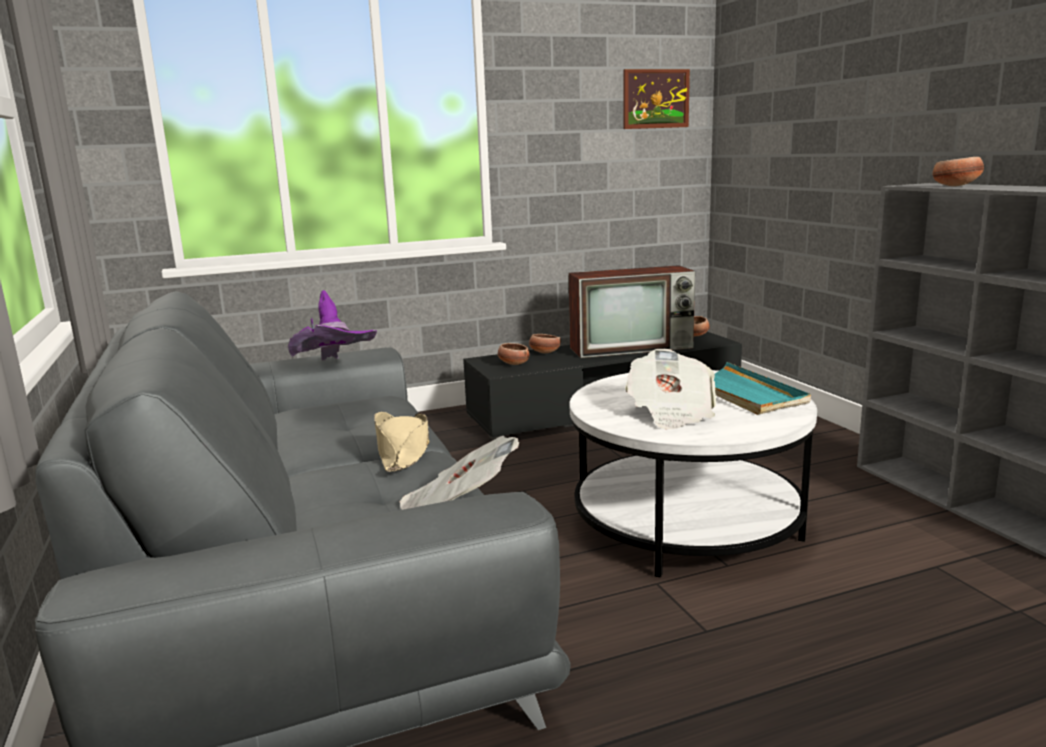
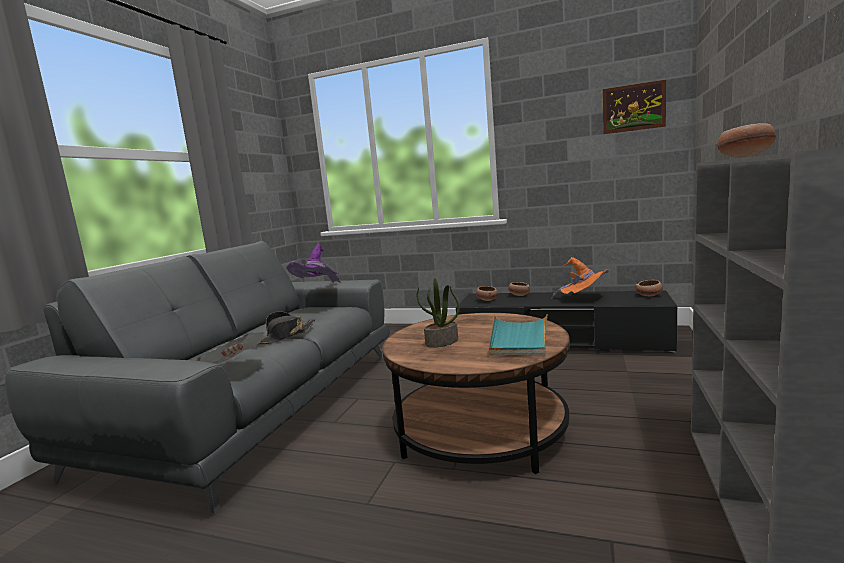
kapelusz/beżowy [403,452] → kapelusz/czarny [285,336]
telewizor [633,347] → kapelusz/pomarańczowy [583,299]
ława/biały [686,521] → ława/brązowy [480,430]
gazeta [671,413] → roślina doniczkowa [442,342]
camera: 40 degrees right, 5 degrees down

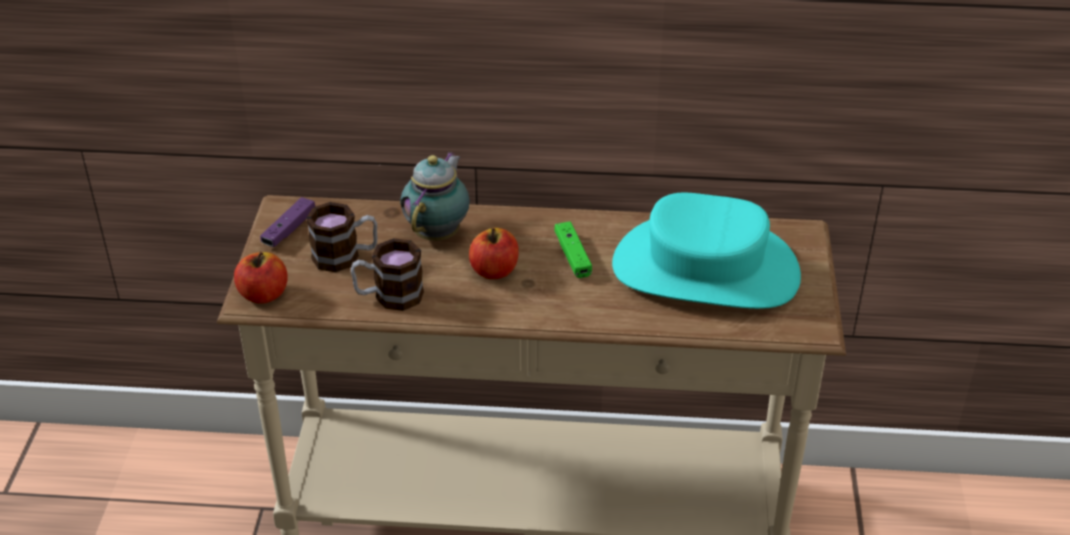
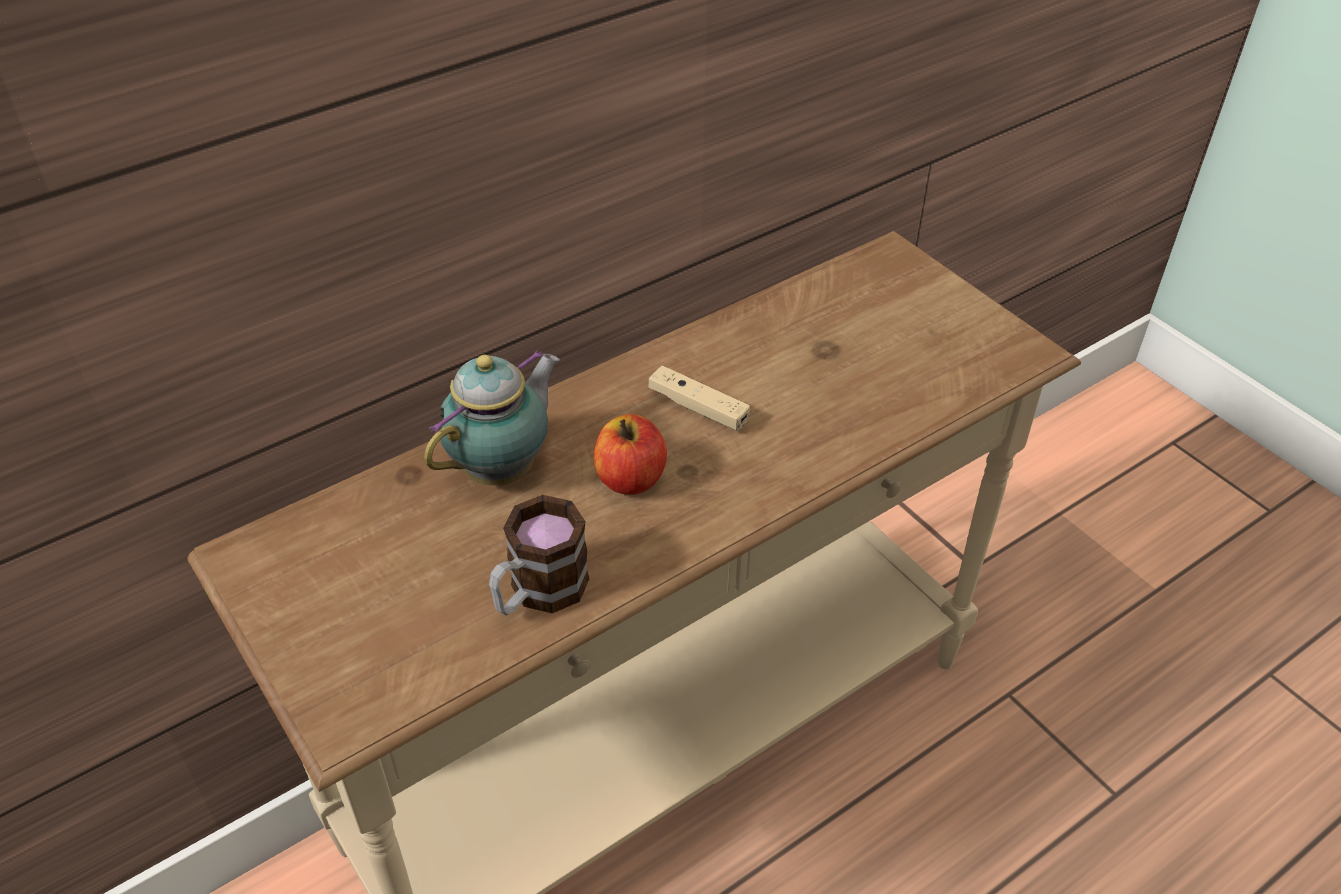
jabłko [263,294] → -
pad do gier/fioletowy [289,229] → -
kubek [345,256] → -
imbryk [439,233] → imbryk [504,468], 60 degrees clockwise
pad do gier/zielony [572,256] → pad do gier/beżowy [698,408]
kapelusz/turkusowy [705,270] → -
camera: 40 degrees left, 5 degrees up

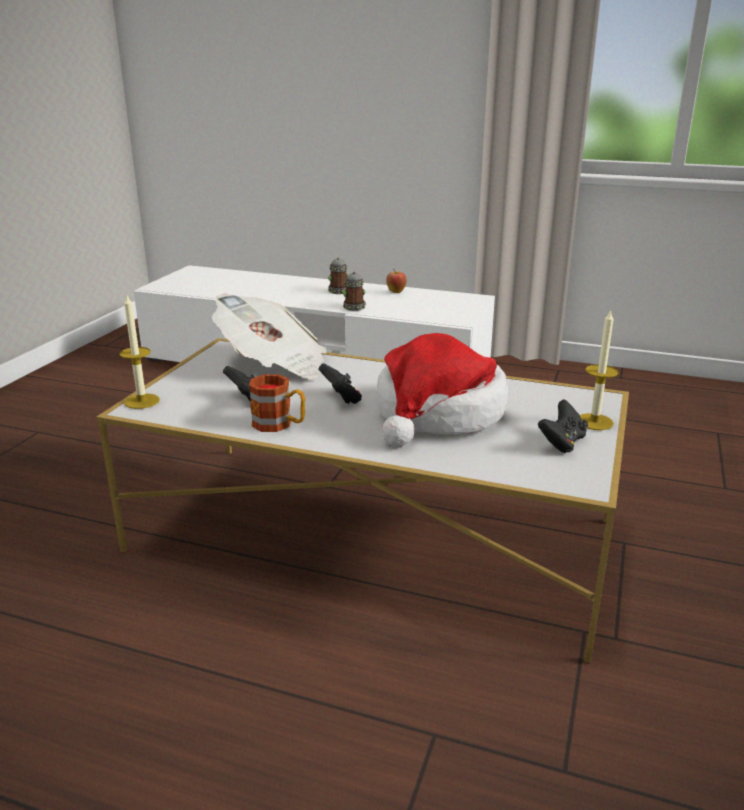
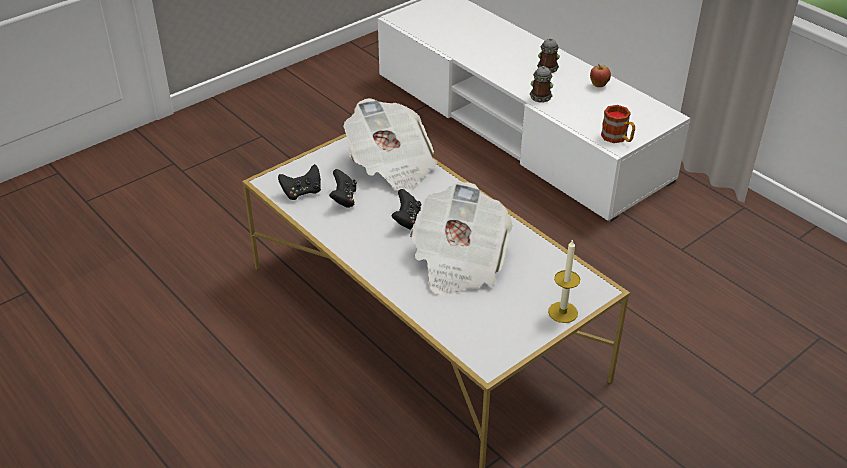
świeca [142,401] → -
kubek [279,424] → kubek [617,138], relocated
kapelusz [438,414] → gazeta [458,261]
pad do gier/czarny [562,443] → pad do gier/czarny [302,192], relocated
camera: 30 degrees right, 15 degrees up

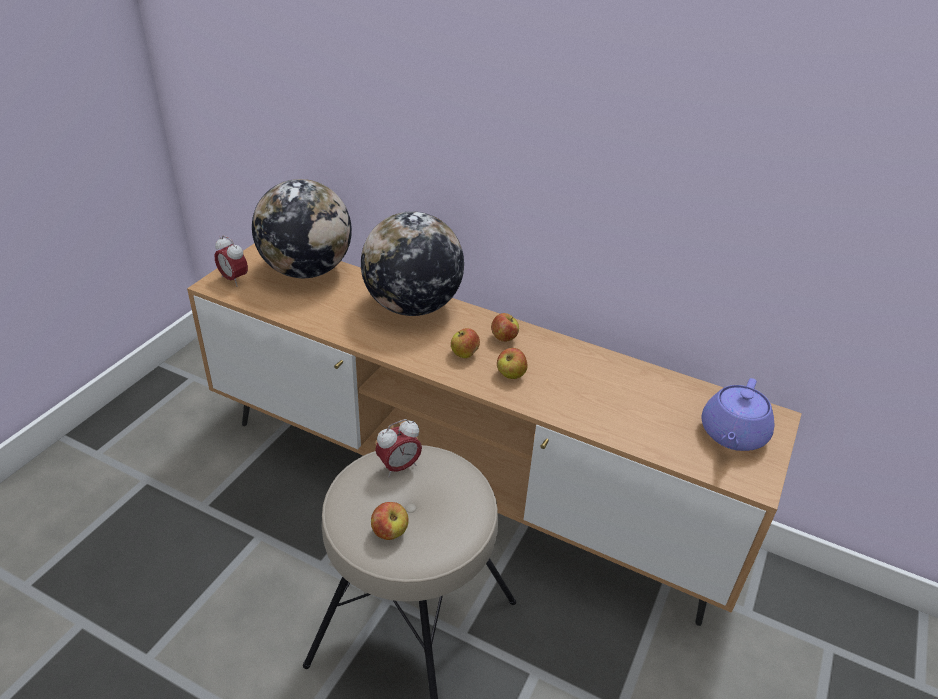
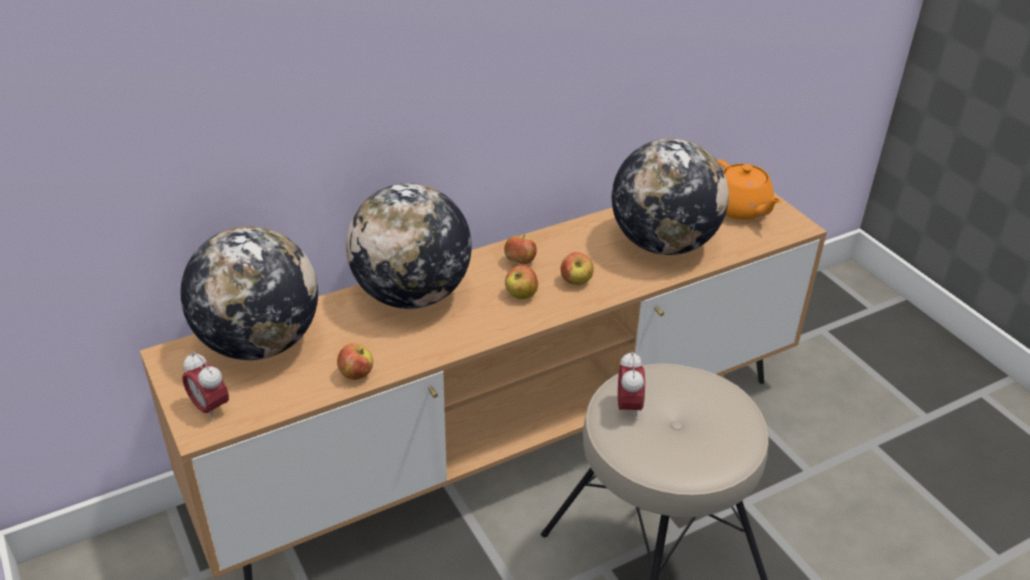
budzik [233,279] → budzik [210,408], 60 degrees clockwise
jabłko [390,532] → jabłko [356,374], relocated
imbryk/fioletowy [732,435] → imbryk/pomarańczowy [741,209]
- → globus [663,244]
camera: 55 degrees left, 0 degrees up

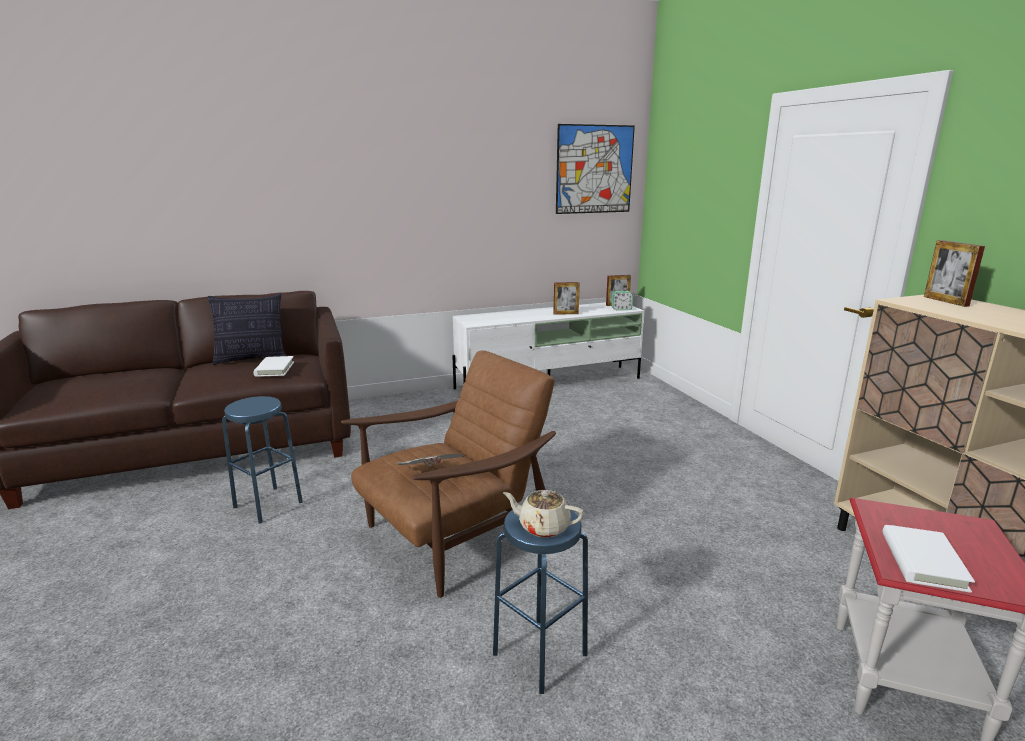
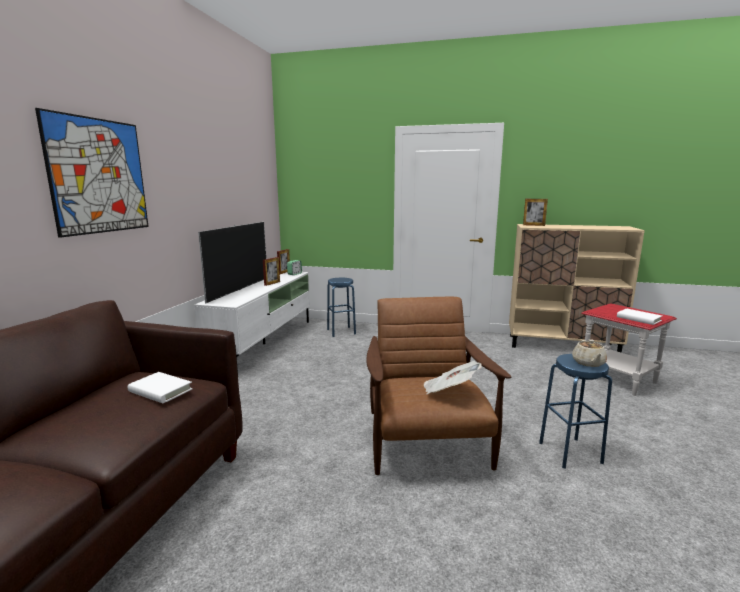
poduszka [252,359] → -
stołek/niebieski [268,504] → stołek/niebieski [341,331], relocated
imbryk/beżowy [543,527] → imbryk/beżowy [588,363], 45 degrees counterclockwise
obraz [594,169] → obraz [99,176], relocated
- → telewizor [239,289]
camera: 55 degrees left, 5 degrees down

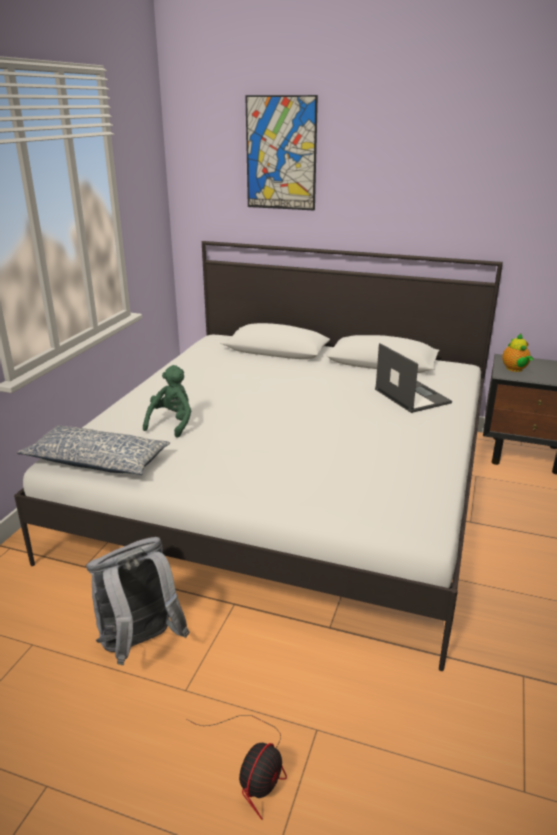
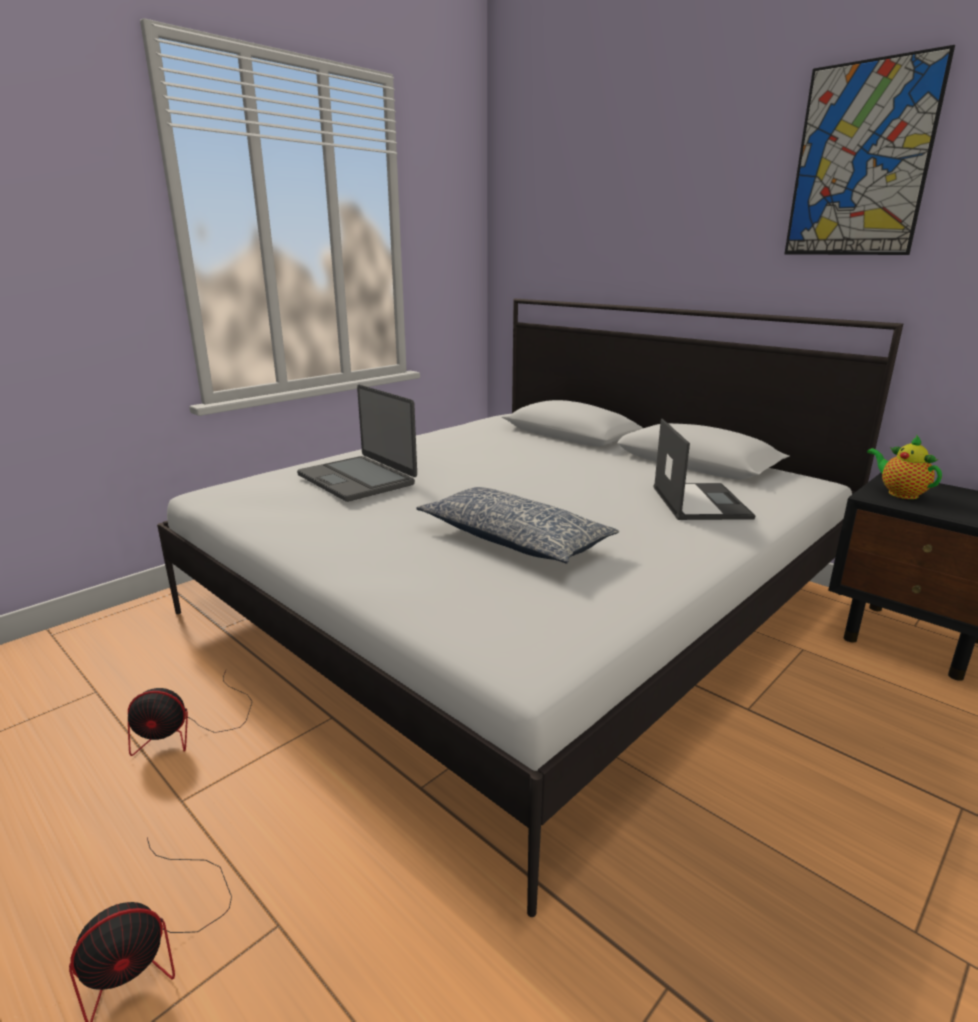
poduszka [97,461] → poduszka [513,540], relocated
plecak/szary [140,645] → wentylator [189,729]
pluszak/zielony [172,423] → laptop [358,479]
obraz [281,153] → obraz [861,161], relocated
imbryk [515,369] → imbryk [899,493], 135 degrees clockwise
camera: 25 degrees right, 5 degrees down

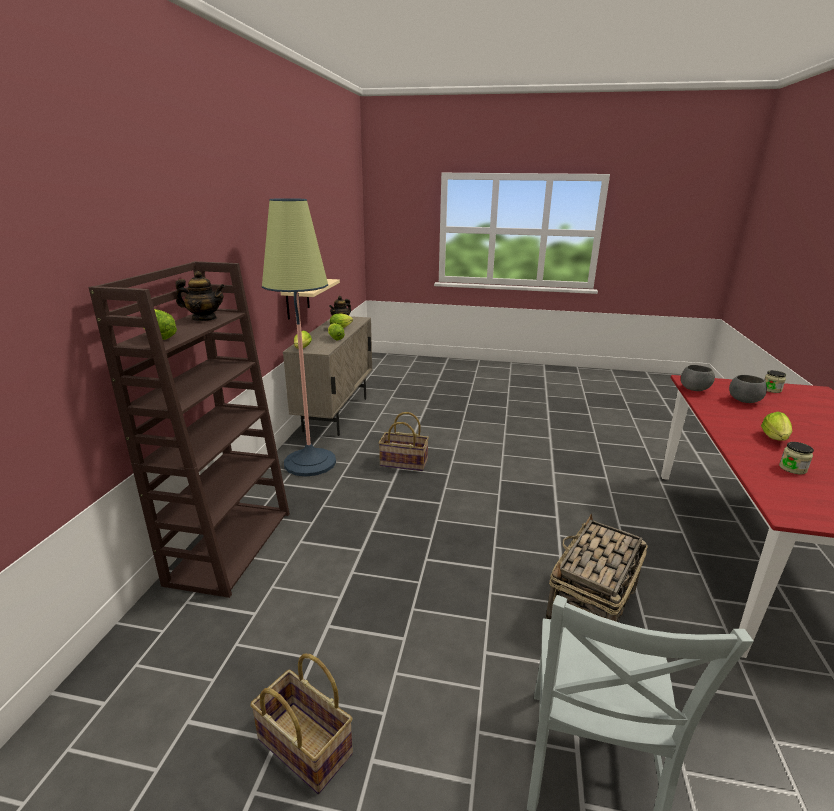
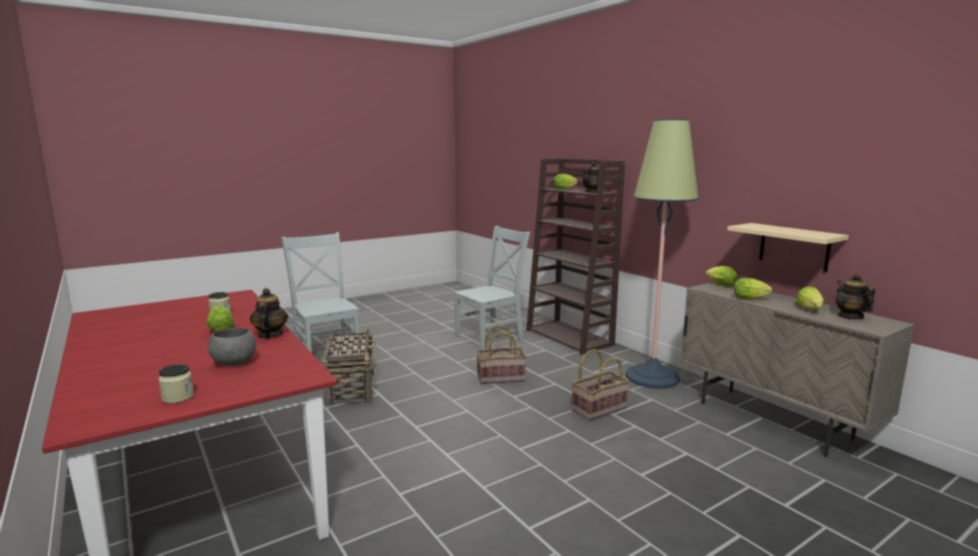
koszyk [303,747] → koszyk [501,377], relocated
miska/szary [694,390] → -
- → imbryk [270,335]
- → krzesło/szary [491,336]
camera: 135 degrees right, 10 degrees down

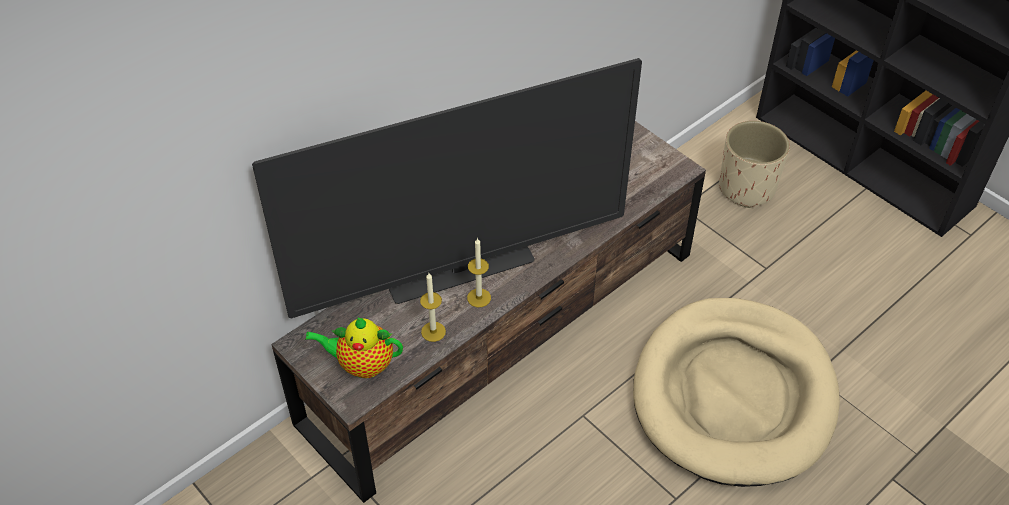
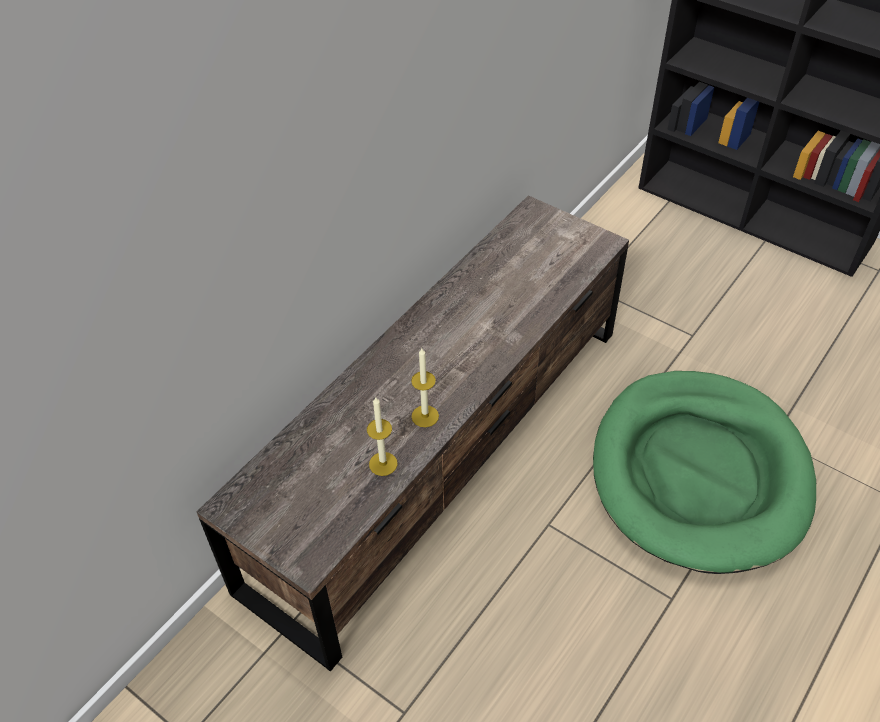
telewizor [461,273] → -
imbryk [362,364] → -
legowisko/beżowy [734,395] → legowisko/zielony [699,473]
donica/beżowy [746,188] → -
camera: 10 degrees left, 0 degrees up

